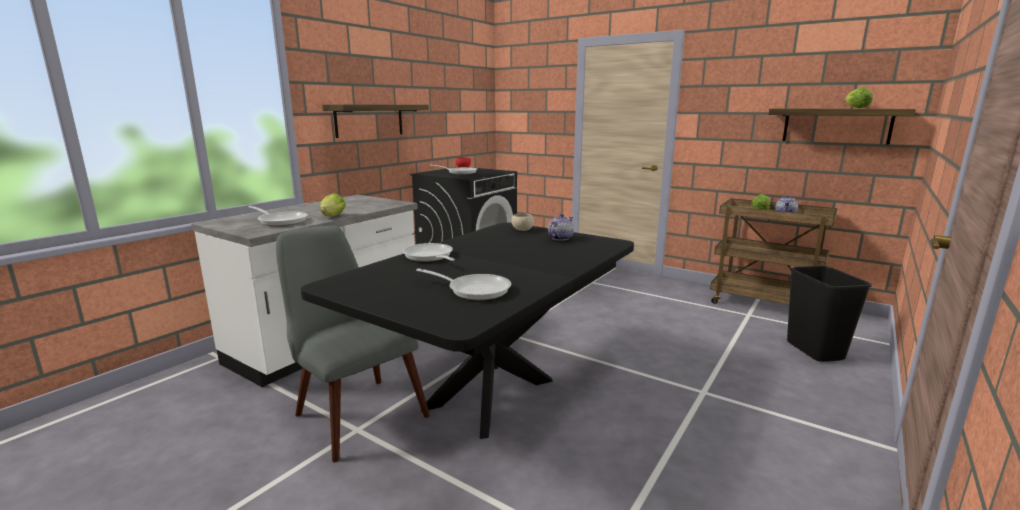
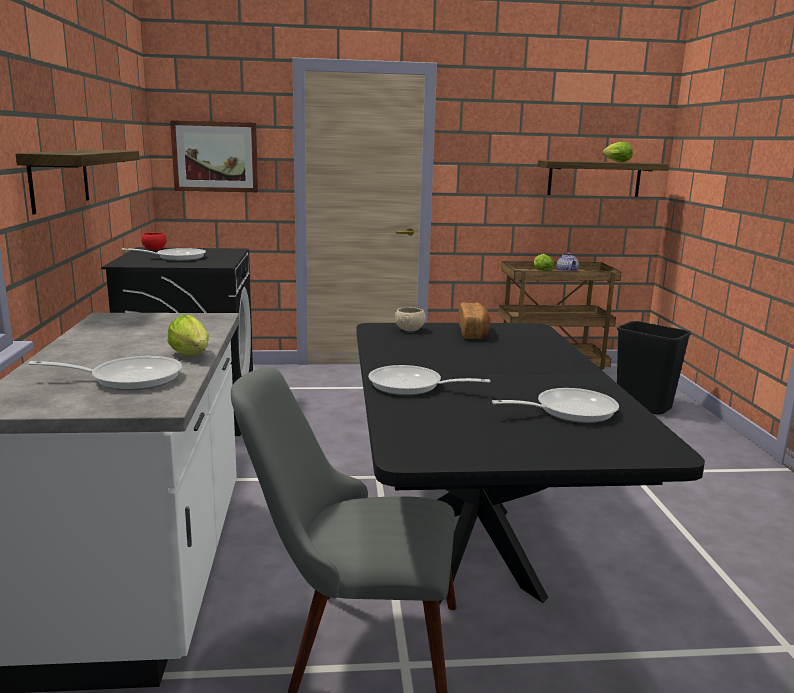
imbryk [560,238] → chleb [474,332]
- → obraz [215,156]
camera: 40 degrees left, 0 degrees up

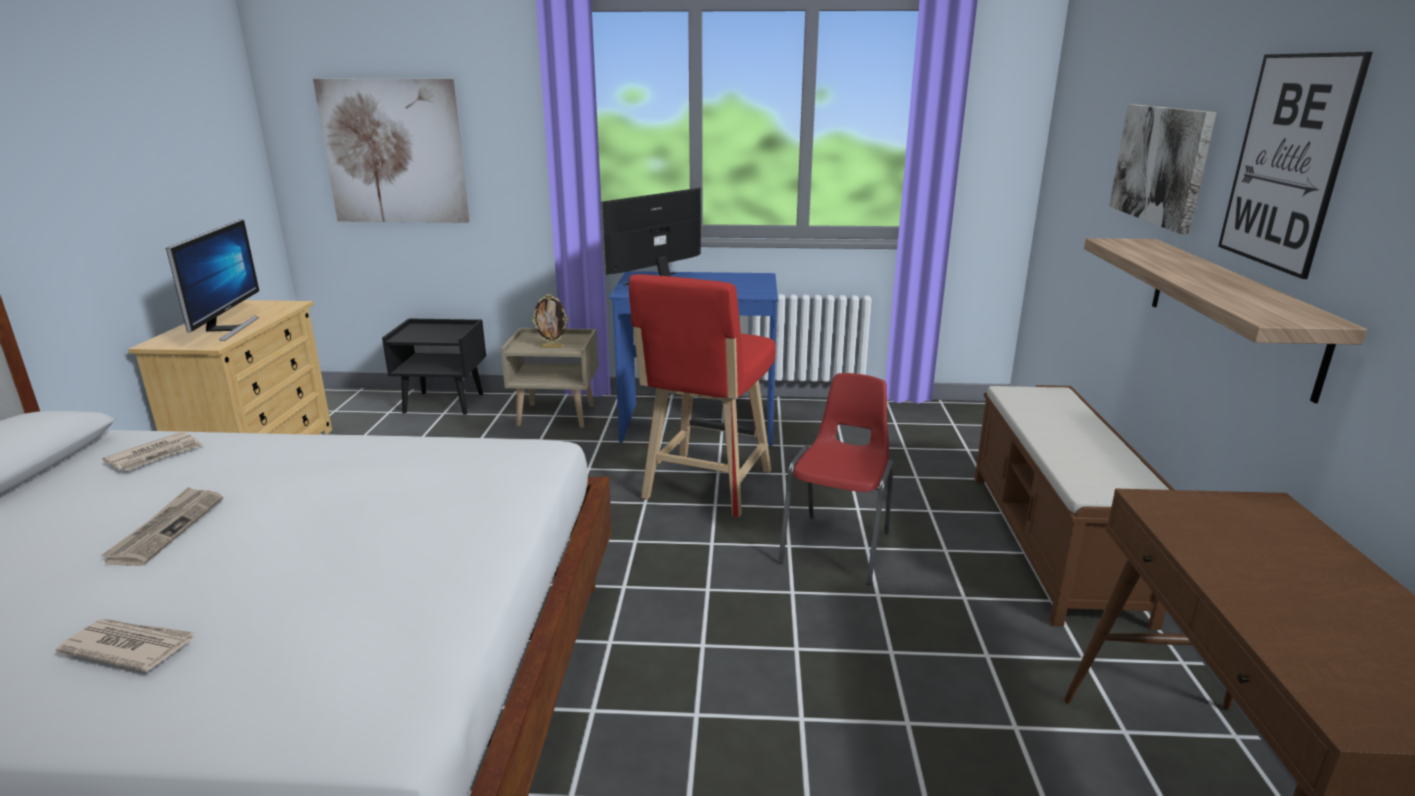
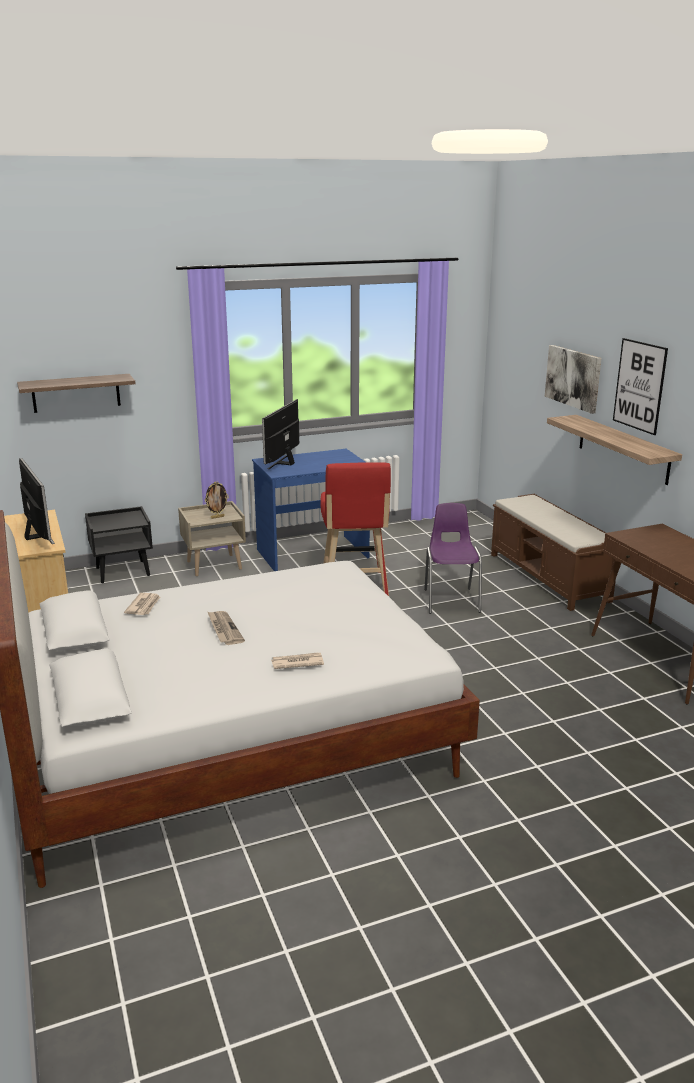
obraz [394,152] → półka [76,393]
krzesło/czerwony [838,546] → krzesło/fioletowy [451,600]
camera: 25 degrees left, 0 degrees up

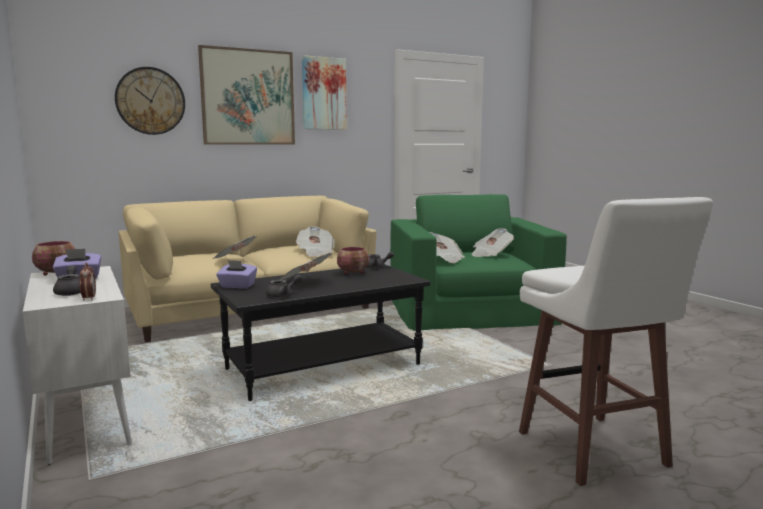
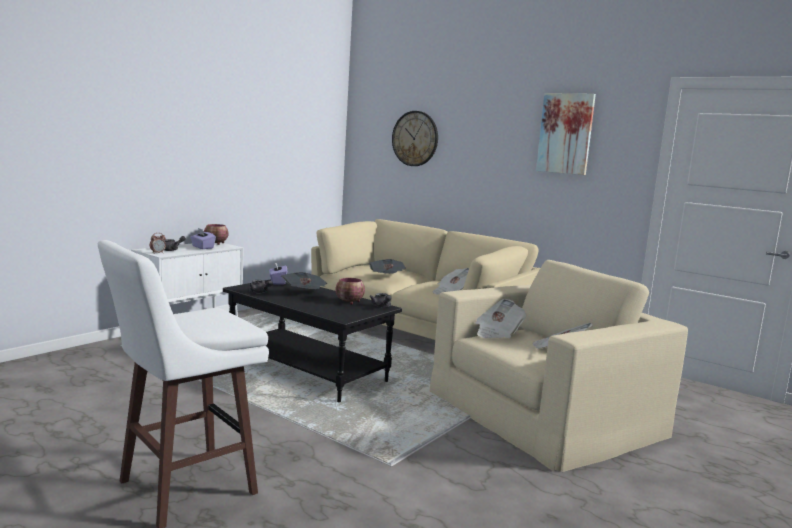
obraz [248,97] → -
fotel/zielony [469,309] → fotel/beżowy [544,412]
camera: 65 degrees right, 0 degrees up

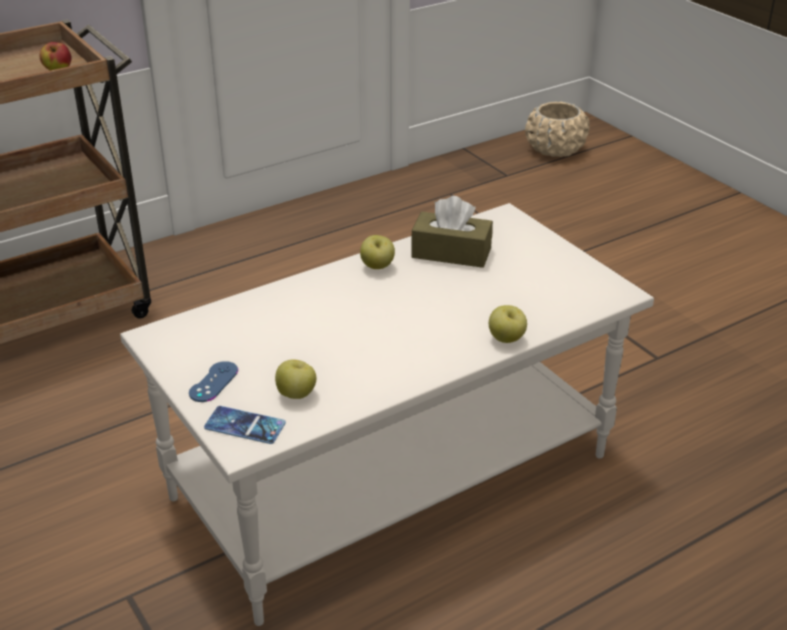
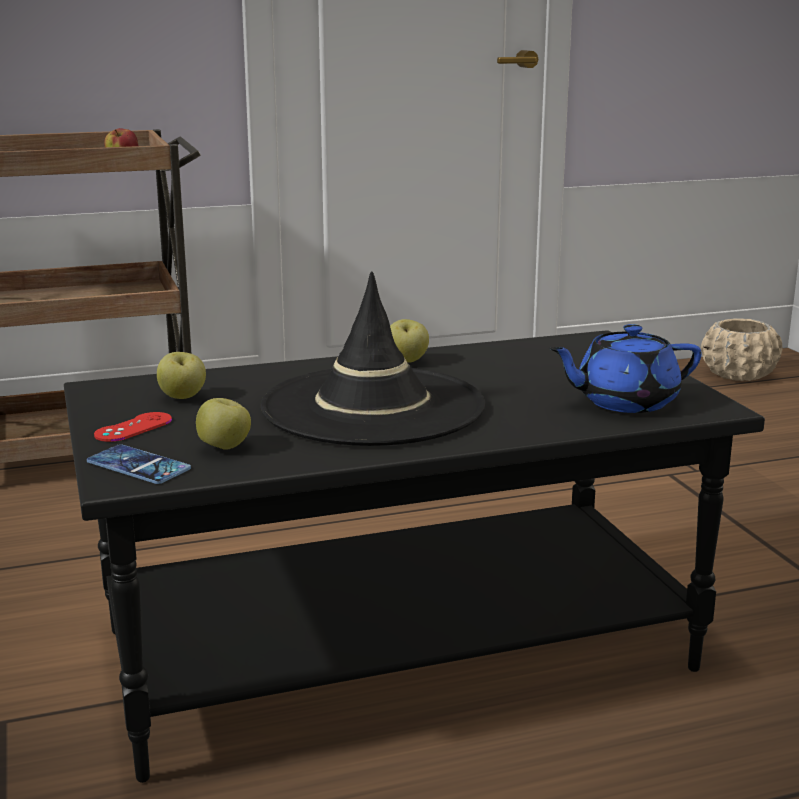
ława/biały [392,480] → ława/czarny [397,653]
pad do gier/niebieski [213,382] → pad do gier/czerwony [133,427]
pudełko chusteczek/brązowy [451,253] → -
jabłko [506,339] → jabłko [182,398], relocated
- → kapelusz/czarny [372,407]
- → imbryk/niebieski [624,402]
camera: 15 degrees right, 15 degrees down

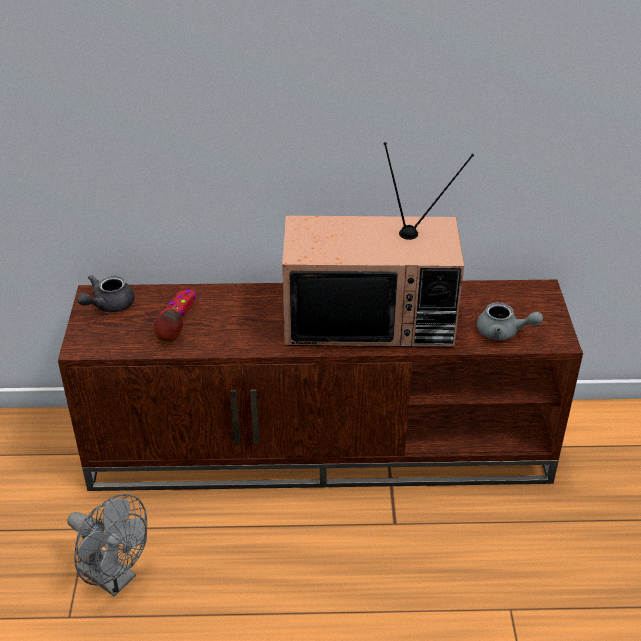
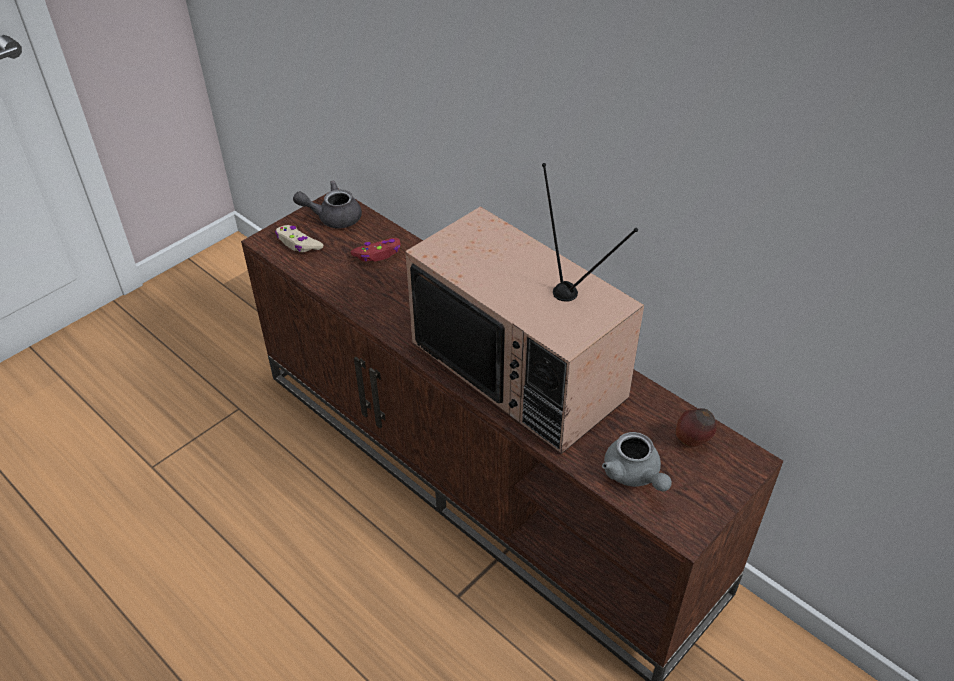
wentylator/szary [114,578] → -
jabłko [170,338] → jabłko [692,441], relocated
- → pad do gier/beżowy [298,244]
camera: 45 degrees right, 5 degrees up

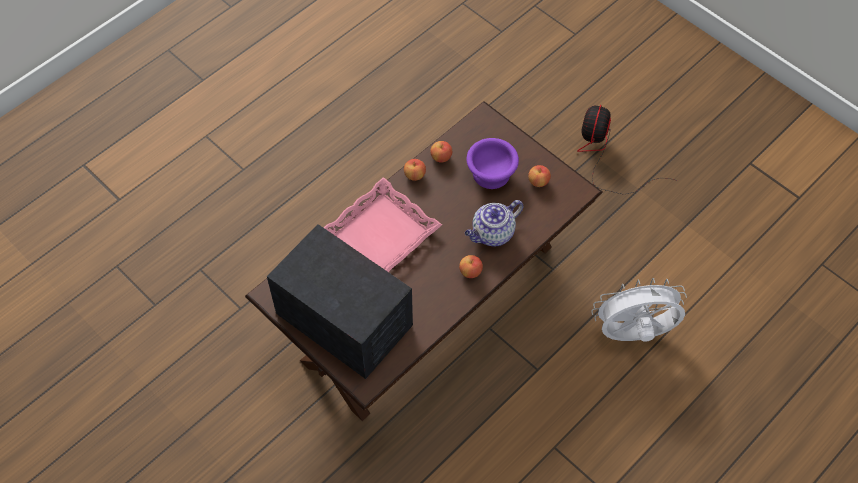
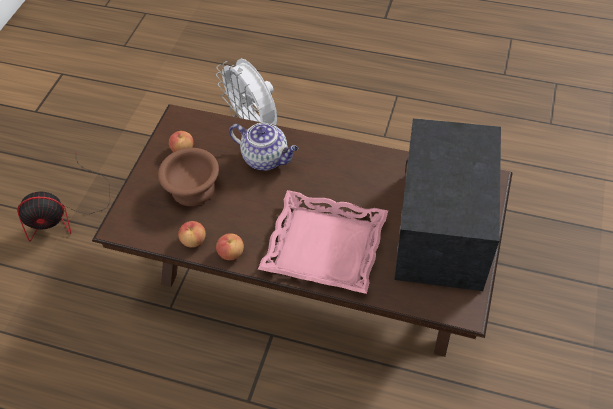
jabłko [470,272] → -
miska/fioletowy [489,174] → miska/brązowy [194,190]
camera: 115 degrees left, 5 degrees down

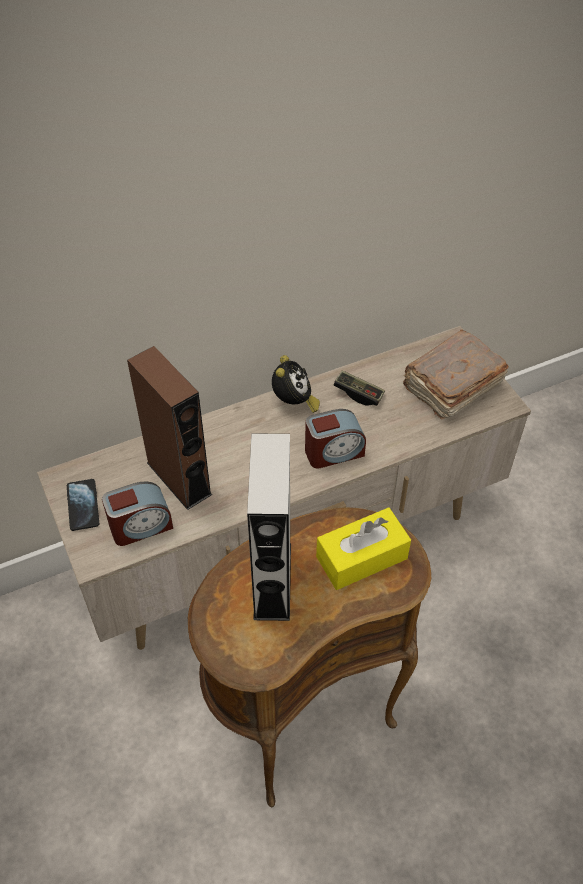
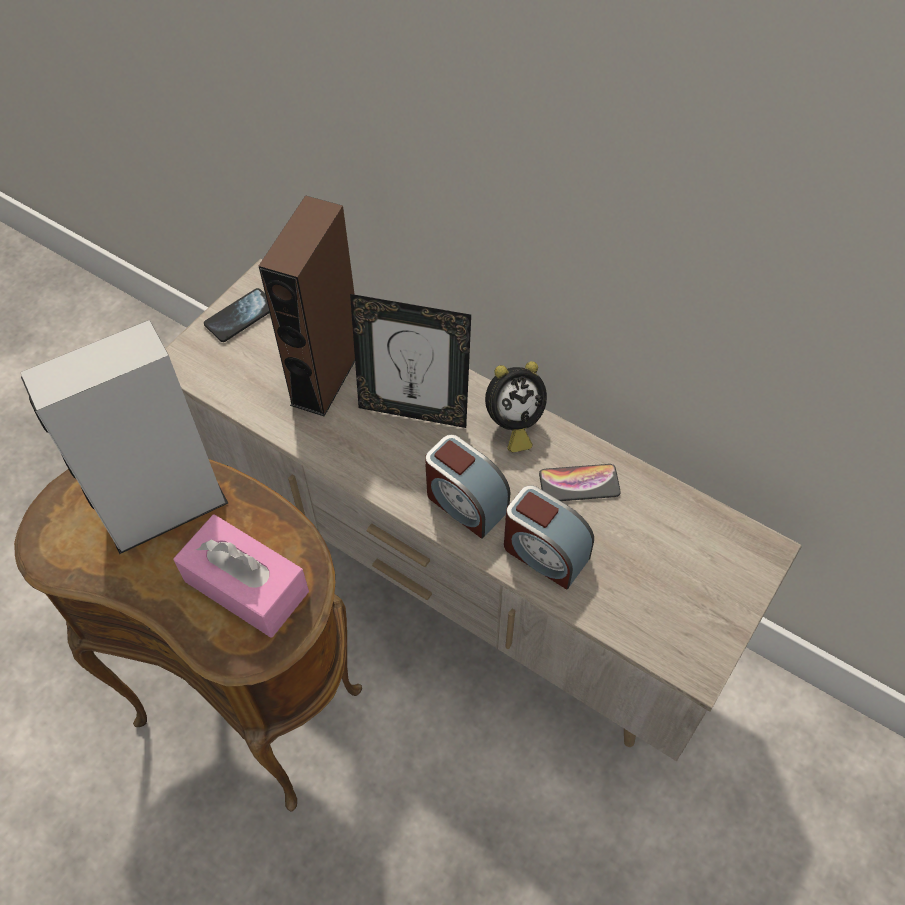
budzik [140,526] → budzik [544,553], relocated
pudełko chusteczek/żółty [361,557] → pudełko chusteczek/różowy [246,586]
pad do gier [358,394] → telefon [579,484]
książka/brązowy [451,386] → -
- → ramka na zdjęcie [414,410]
camera: 60 degrees right, 5 degrees up

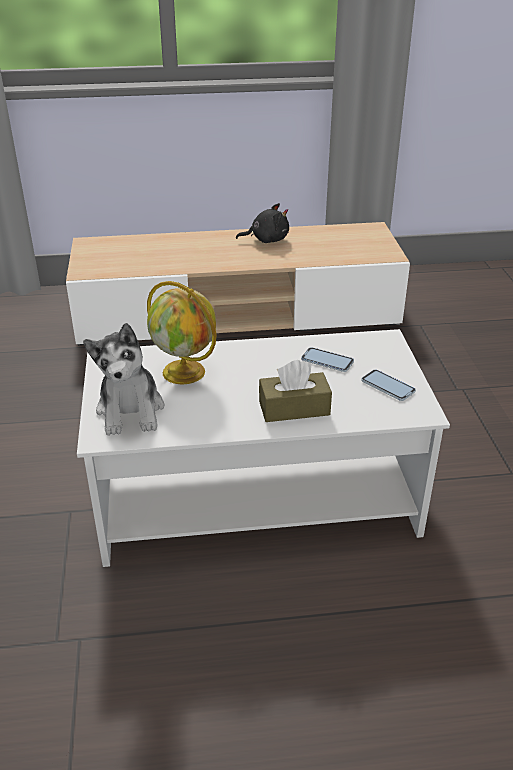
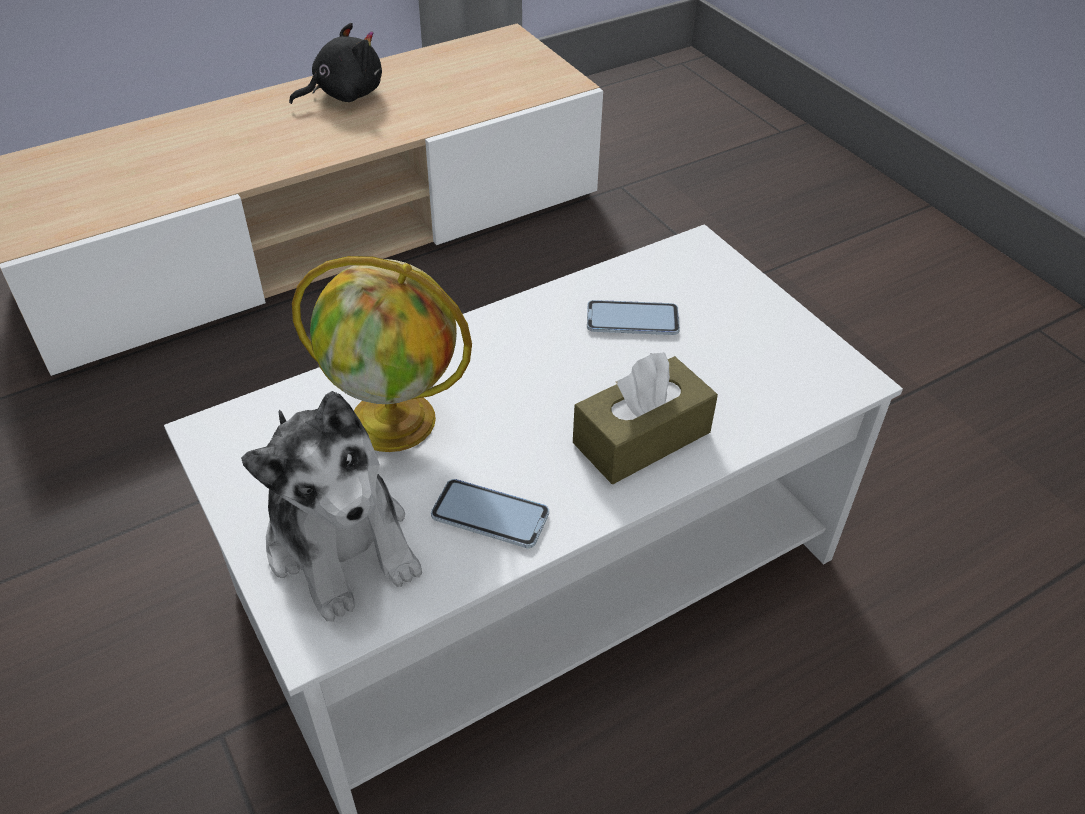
telefon [388,386] → telefon [490,515], relocated
camera: 25 degrees left, 10 degrees up

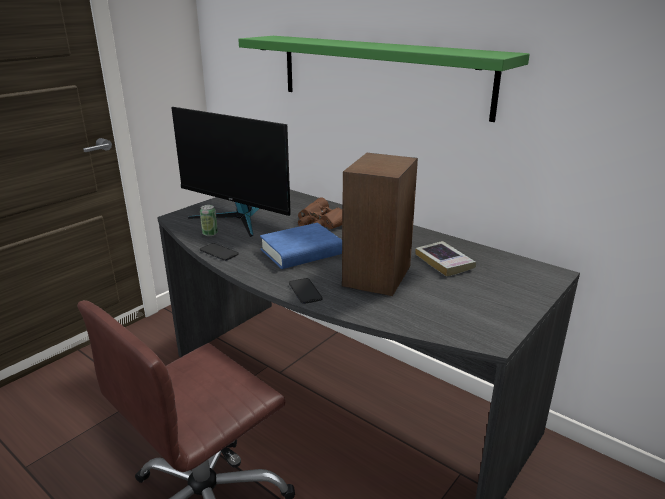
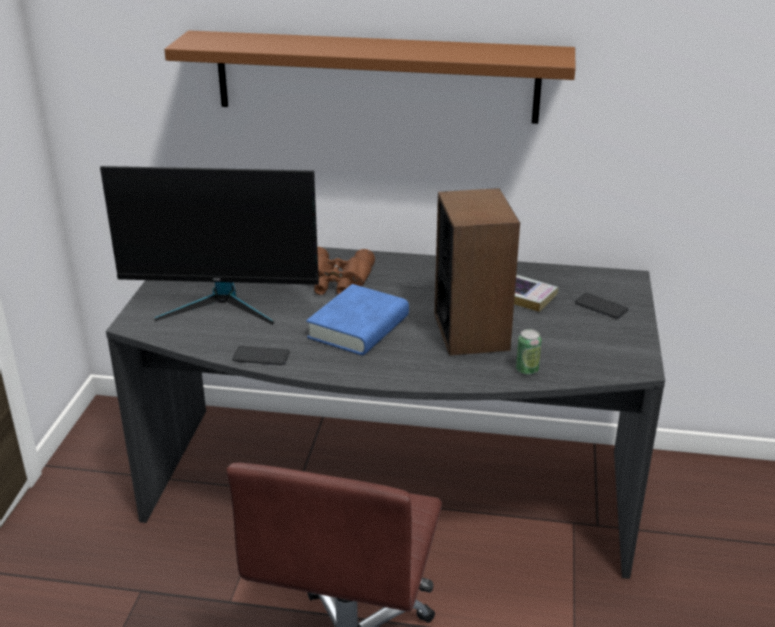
puszka [210,234] → puszka [527,370], relocated
półka/zielony [380,74] → półka/brązowy [376,76]
telefon [305,291] → telefon [601,306], relocated
camera: 30 degrees left, 5 degrees up

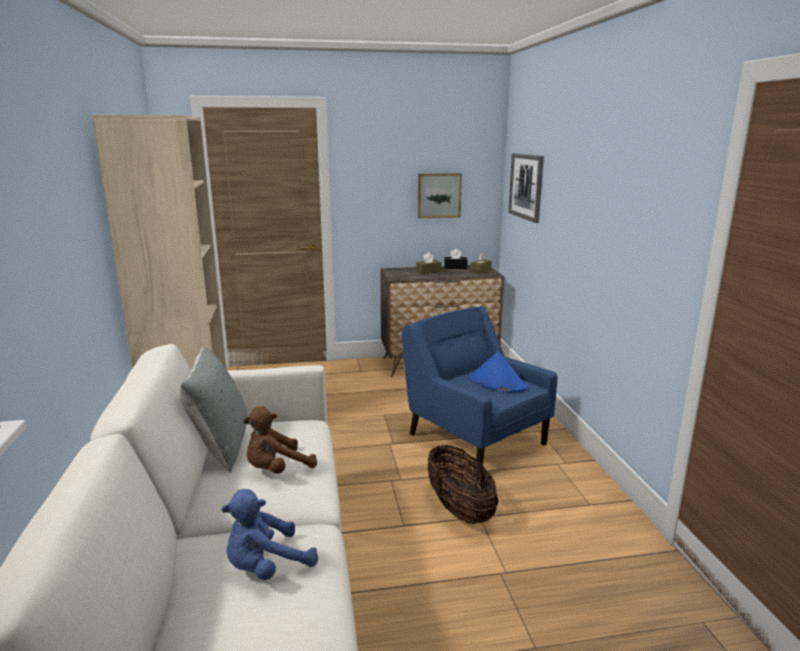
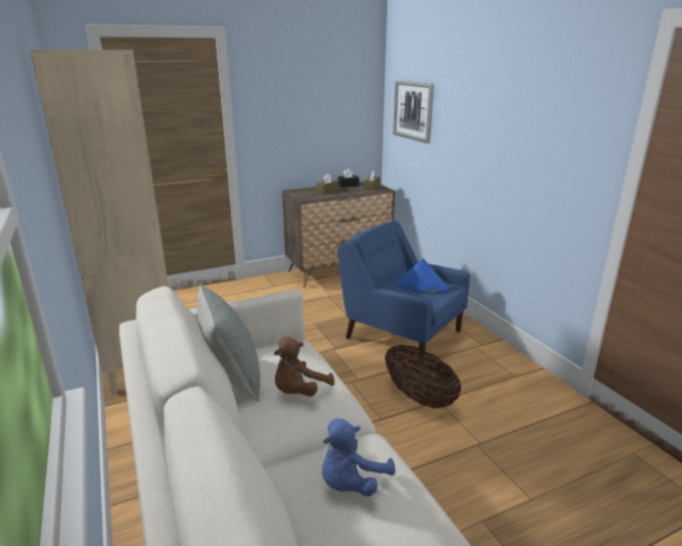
obraz [438,195] → -
camera: 15 degrees left, 5 degrees up

